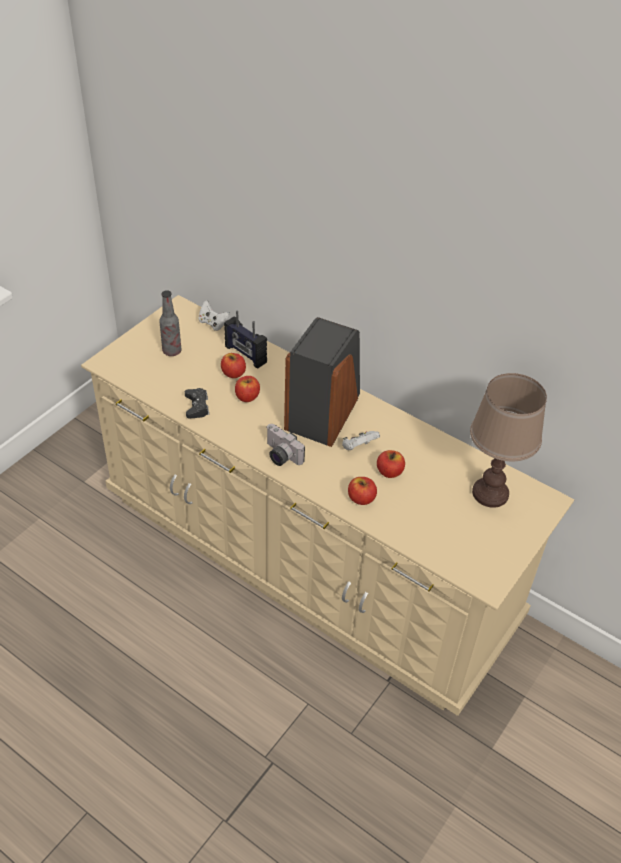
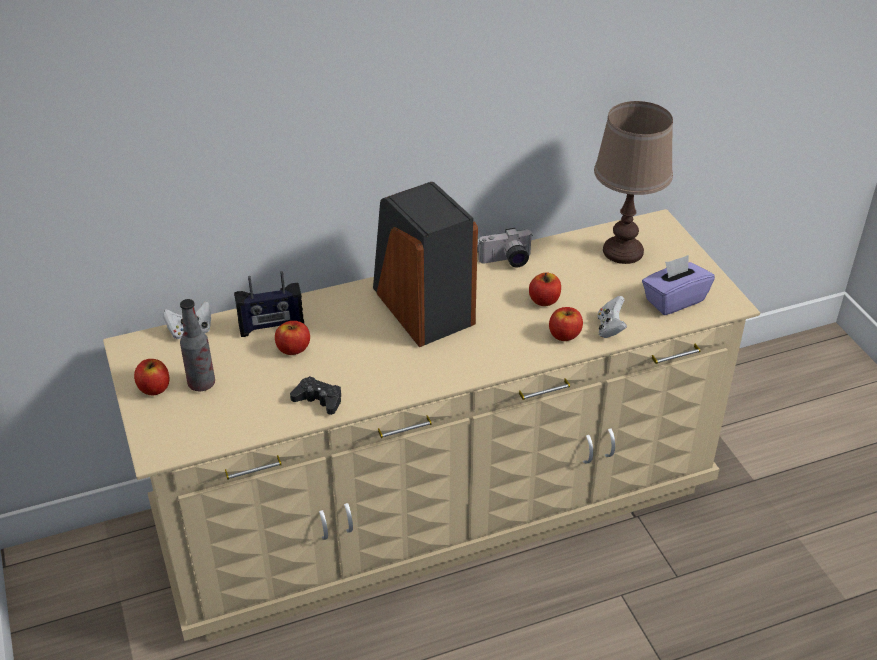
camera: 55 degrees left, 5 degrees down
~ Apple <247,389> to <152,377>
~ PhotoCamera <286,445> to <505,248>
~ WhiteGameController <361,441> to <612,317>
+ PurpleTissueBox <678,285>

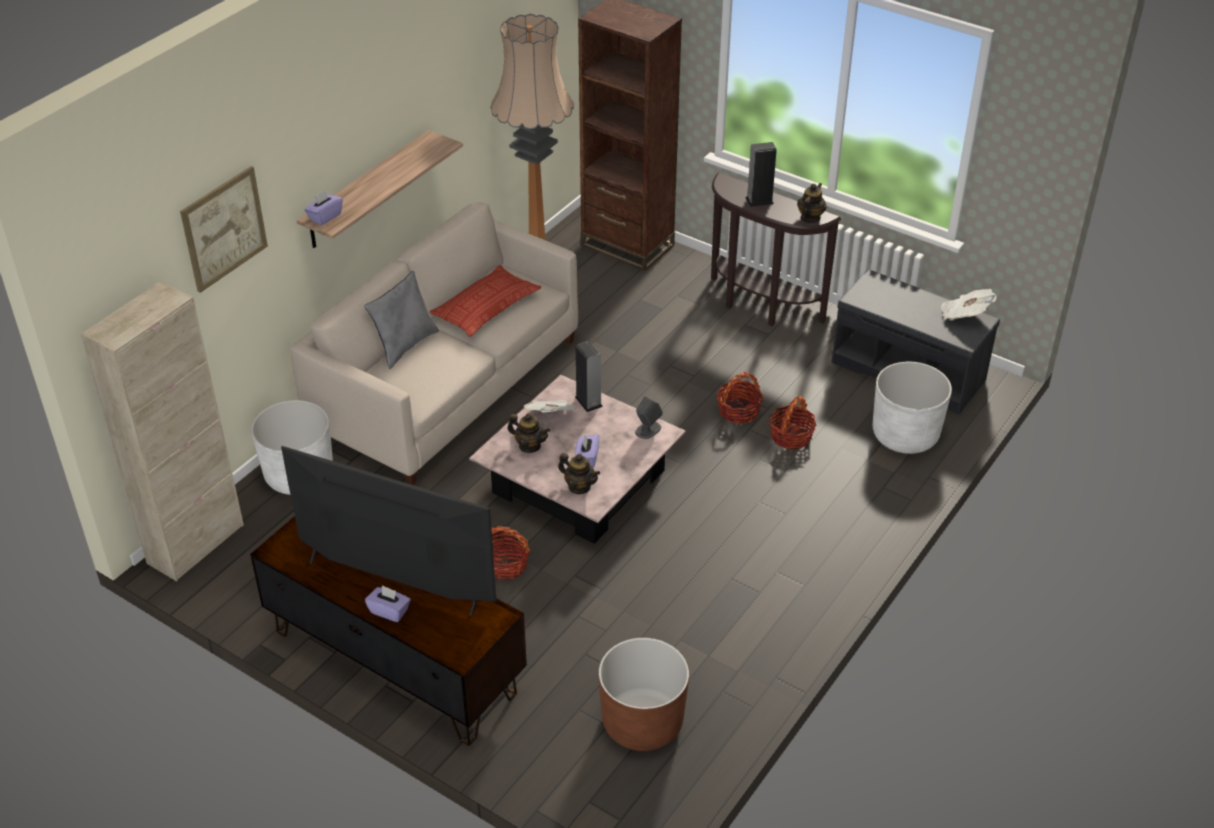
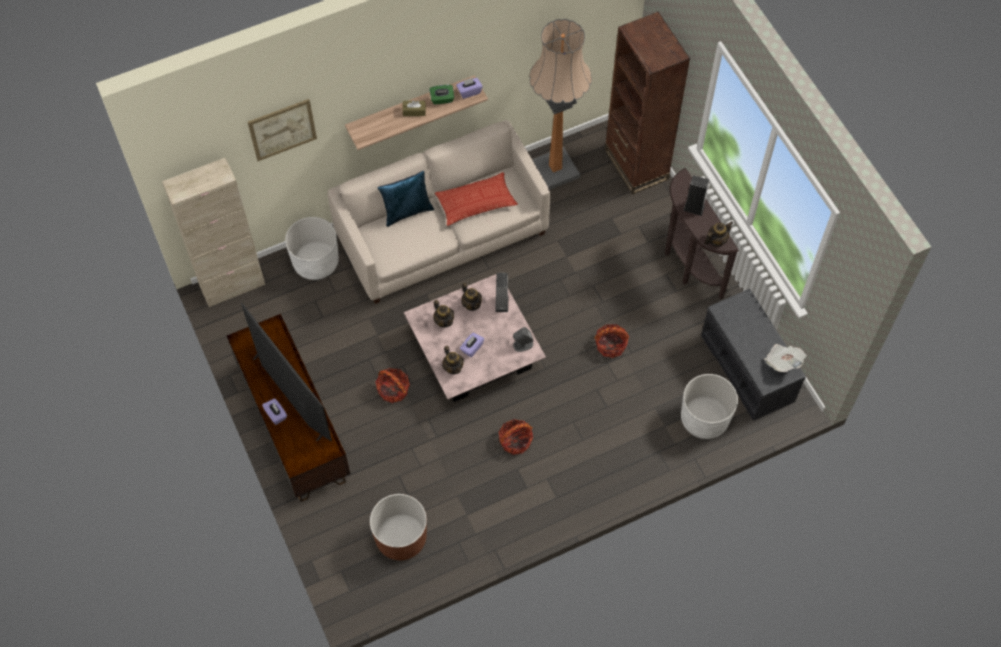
camera: 30 degrees right, 20 degrees up
~ PurpleTissueBox <323,208> to <469,88>
~ GreyPillow <401,320> to BluePillow <406,199>
~ Basket <792,422> to <516,437>
~ Newspaper <550,405> to Teapot <471,297>
+ GreenTissueBox <441,95>
+ BrownTissueBox <414,108>

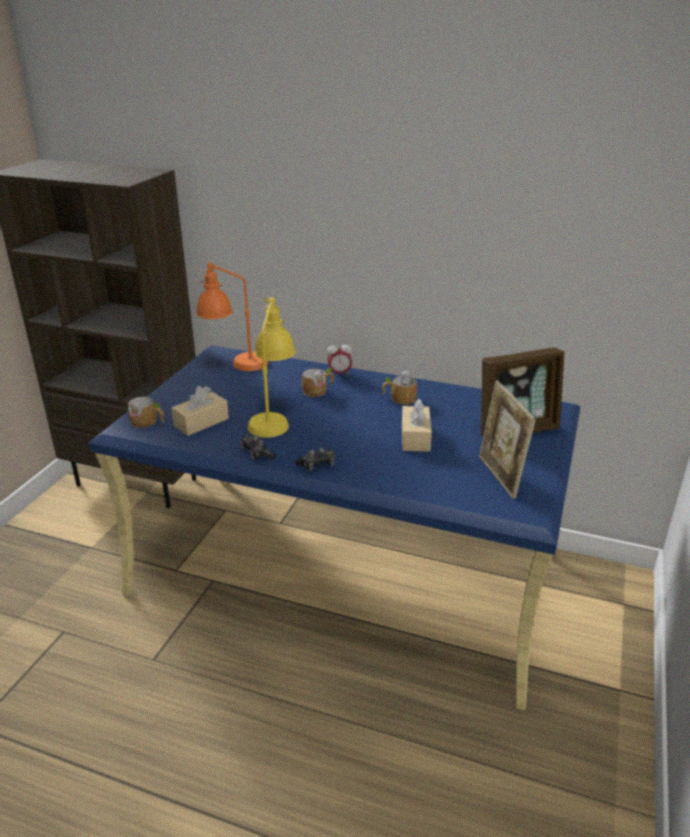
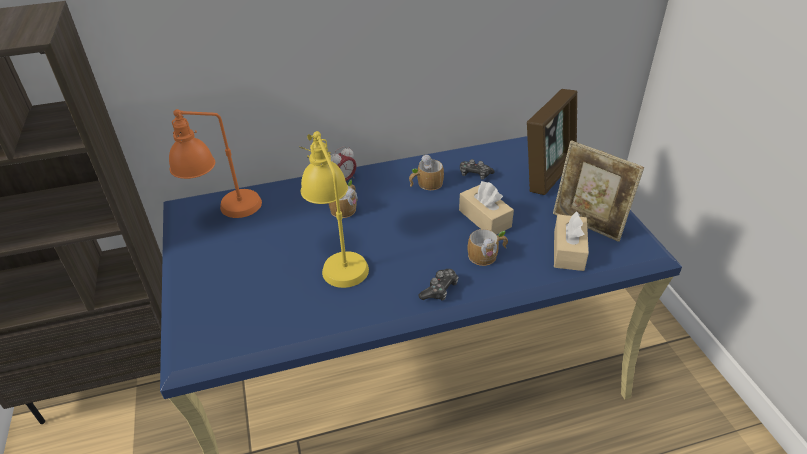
camera: 35 degrees left, 10 degrees up
~ BeigeTissueBox <200,411> to <571,241>
~ Mug <146,412> to <487,247>
~ GameController <258,447> to <477,169>

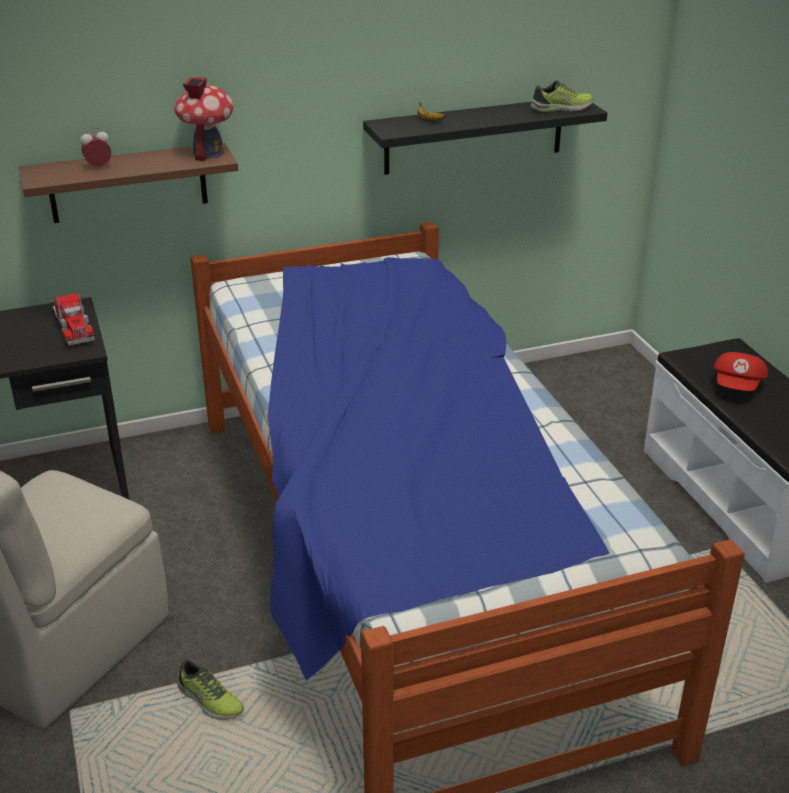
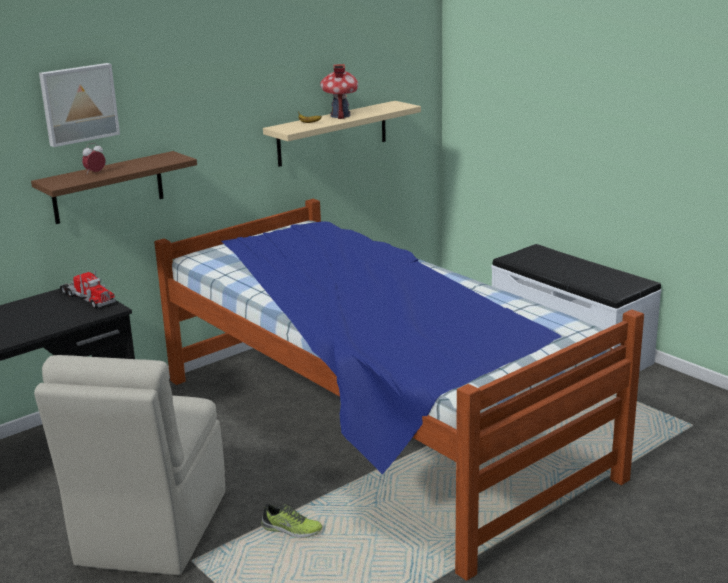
camera: 20 degrees left, 10 degrees down
~ ToyHouse <204,118> to <339,91>
- Shoe <562,96>
~ BlackShelf <485,138> to BeigeShelf <342,134>
- RedCap <741,371>
+ Picture <79,105>

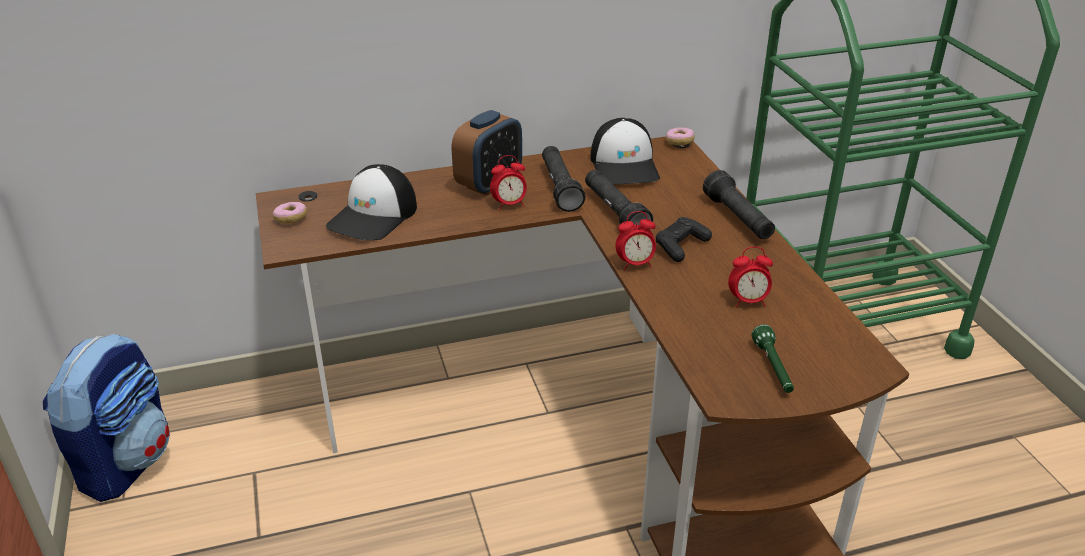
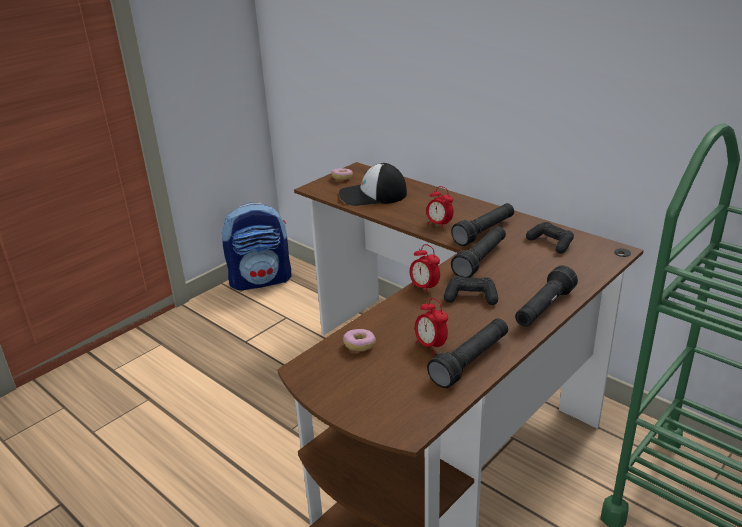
camera: 60 degrees right, 5 degrees down
- AlarmClock <487,153>
~ Cap <625,151> to BlackGameController <550,238>
~ Donut <680,136> to <359,340>
- GreenFlashlight <773,358>
+ BlackFlashlight <467,353>

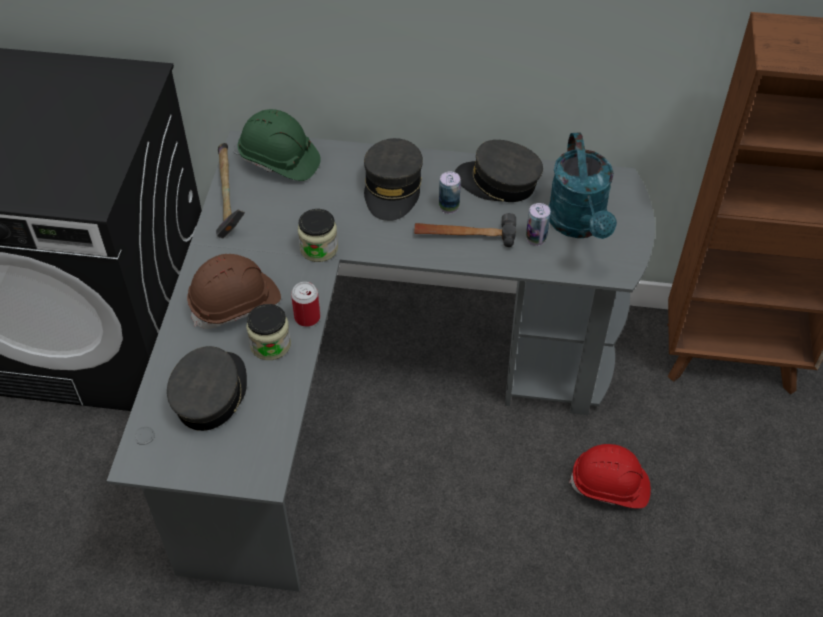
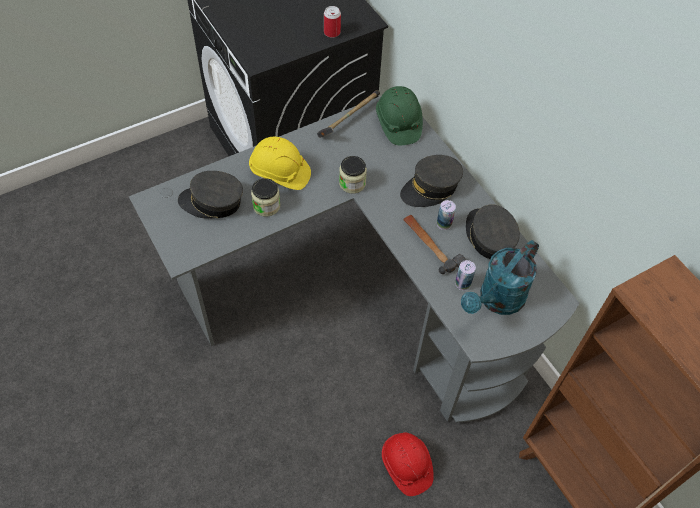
camera: 50 degrees right, 5 degrees up
~ BrownHardHat <234,291> to YellowHardHat <280,163>
~ Can <305,304> to <332,22>
~ GreyCap <207,388> = <210,195> 150 degrees counterclockwise

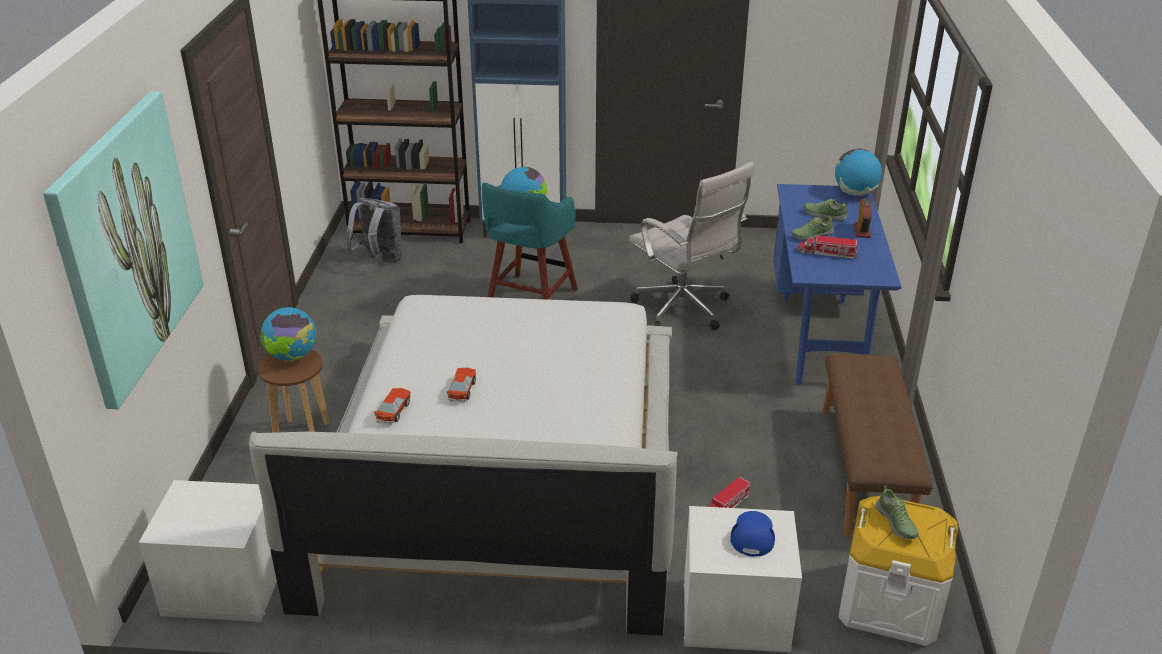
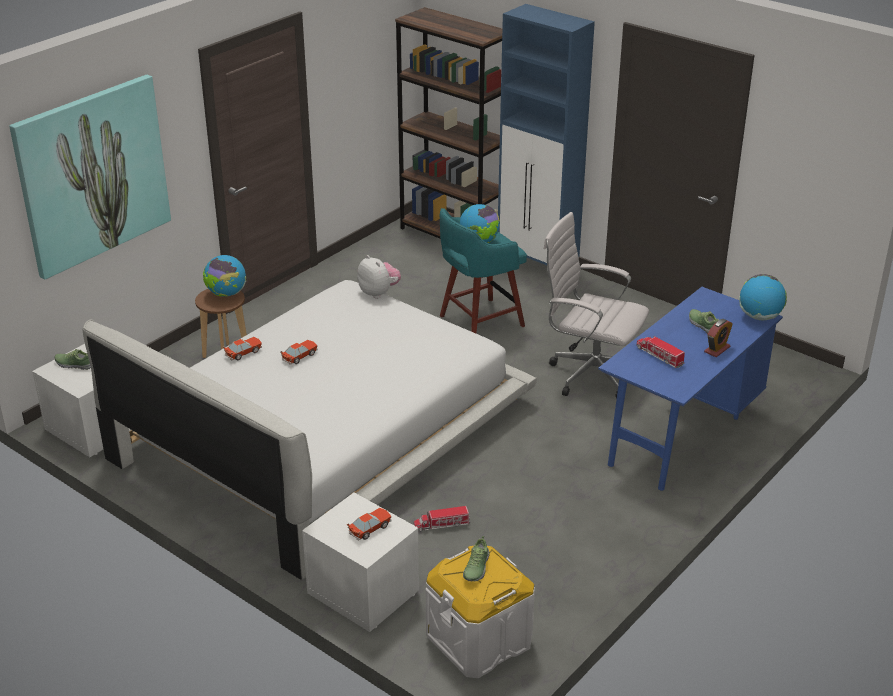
camera: 35 degrees right, 0 degrees up
~ WhiteOfficeChair <691,246> = <596,305> 120 degrees clockwise
- GreyBackpack <374,230>
~ Shoe <812,228> to <72,359>
- BrownBench <878,445>
~ BlueCap <752,534> to ToyCar <369,524>
+ PlushToy <379,277>

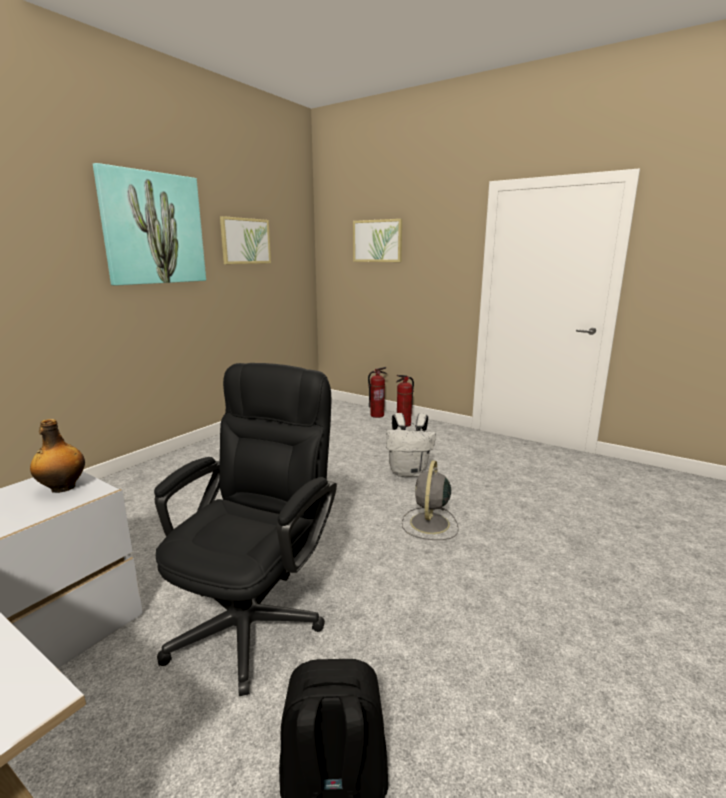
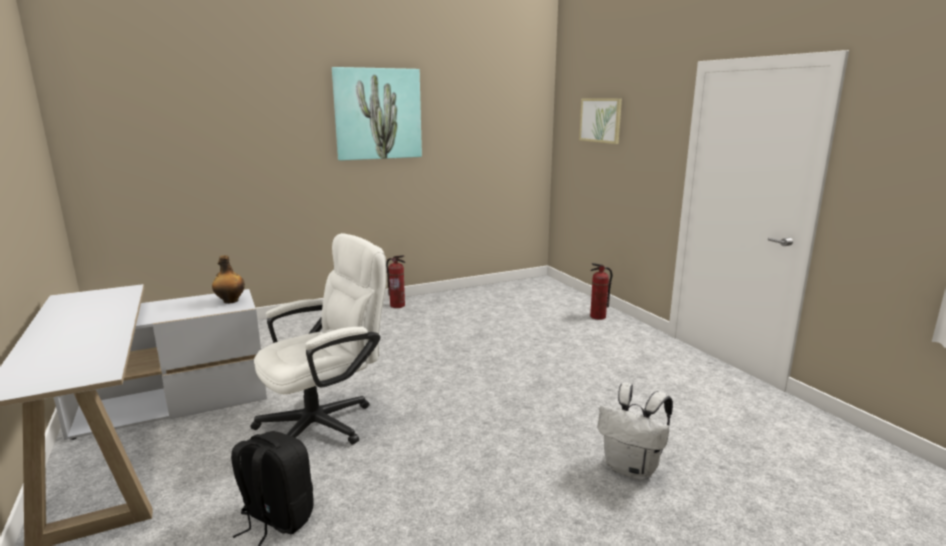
camera: 30 degrees right, 0 degrees up
- Picture <245,240>
~ BlackOfficeChair <245,529> to WhiteOfficeChair <318,339>
~ FireExtinguisher <377,392> to <395,281>
~ WhiteBackpack <411,445> to <635,431>
- GreyFan <430,500>

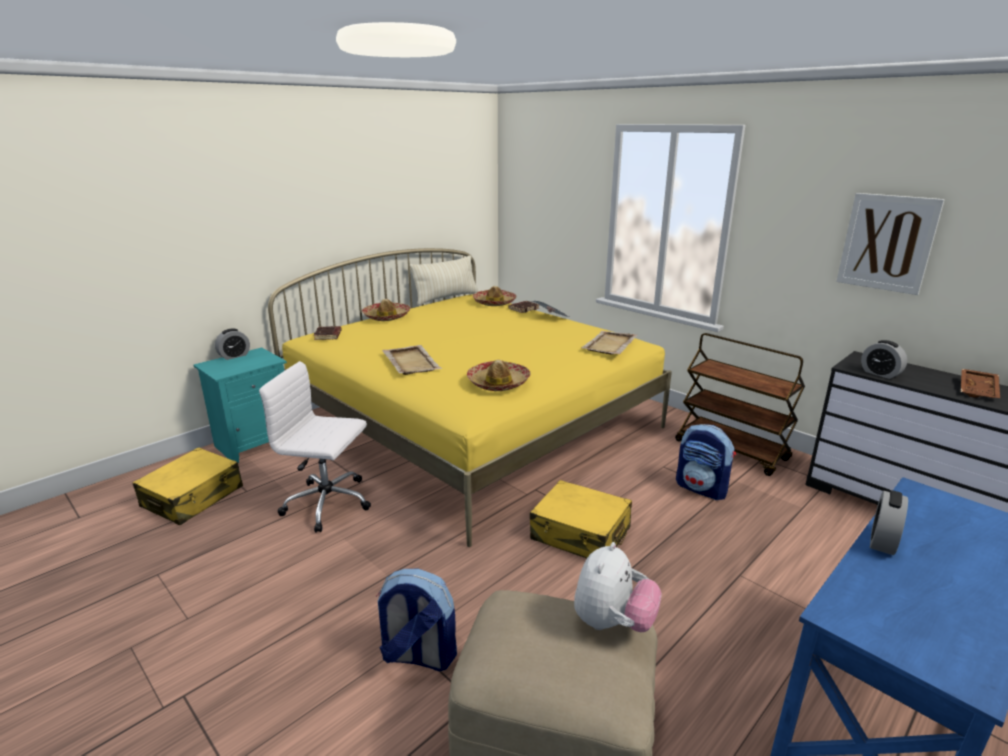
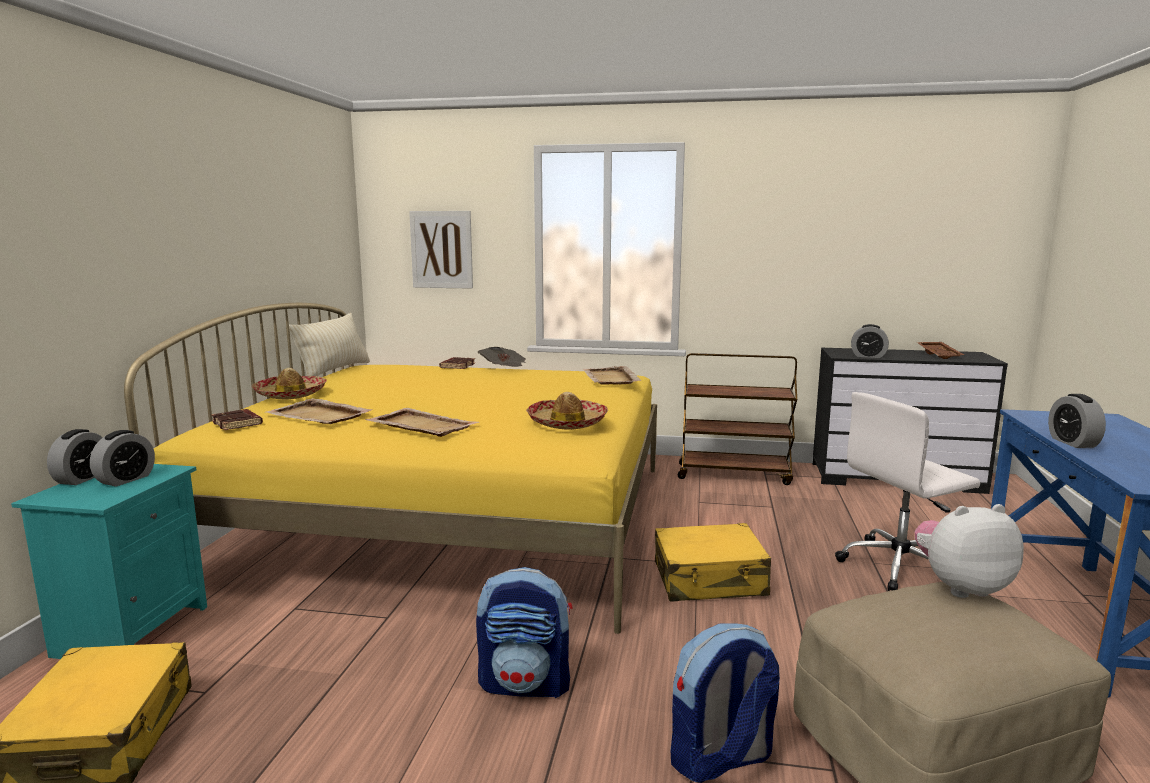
camera: 35 degrees left, 10 degrees down
~ Picture <890,244> to <441,250>
- Hat <495,296>
~ WhiteOfficeChair <315,447> to <907,491>
~ Backpack <706,462> to <524,632>
~ PlushToy <618,587> = <969,551> 90 degrees counterclockwise
+ BeigeTray <319,411>
+ AlarmClock <122,458>

